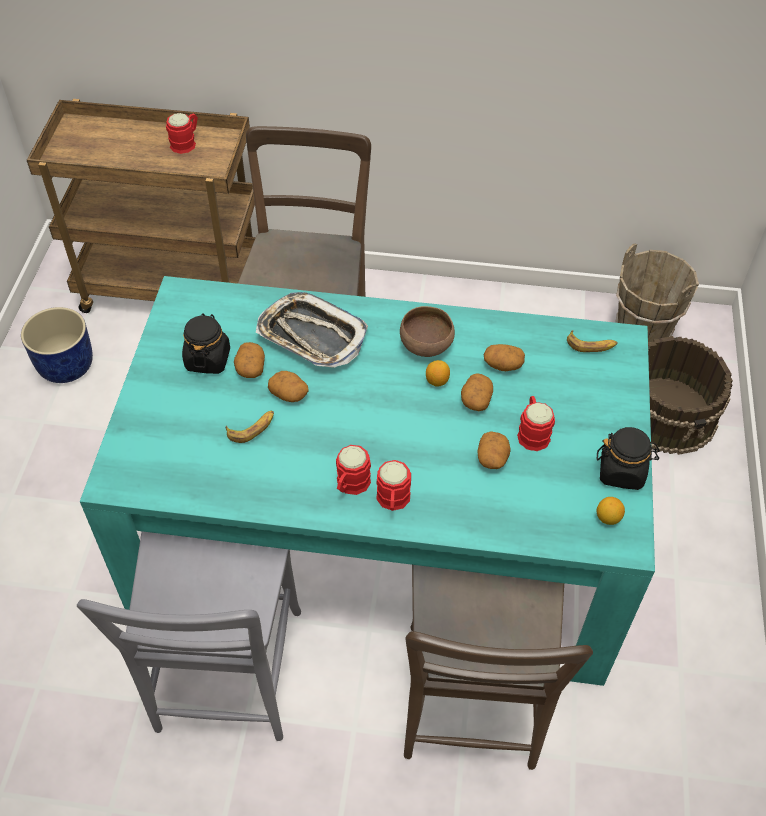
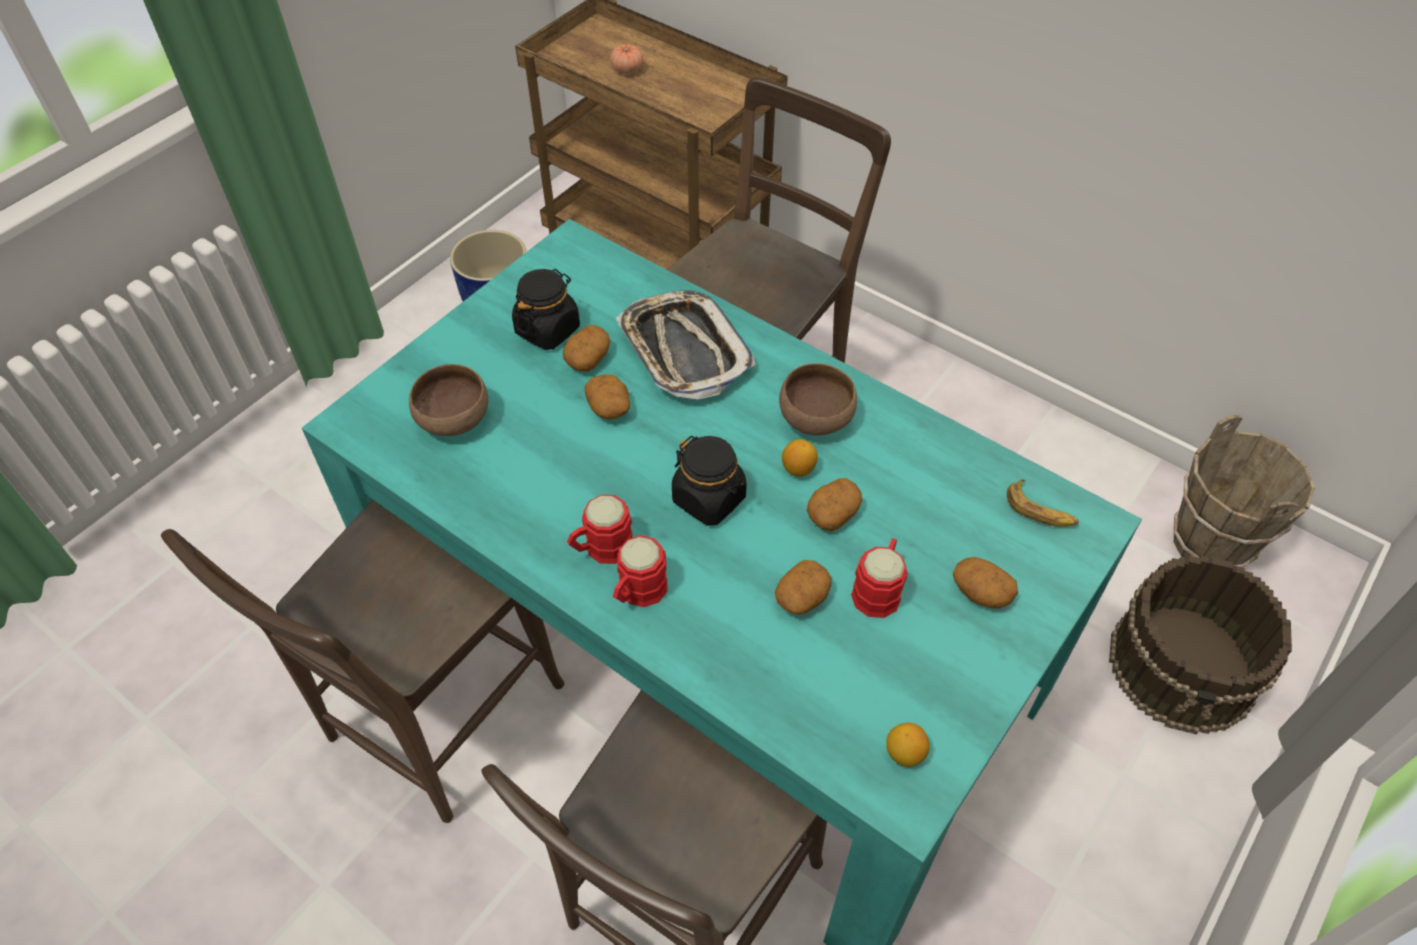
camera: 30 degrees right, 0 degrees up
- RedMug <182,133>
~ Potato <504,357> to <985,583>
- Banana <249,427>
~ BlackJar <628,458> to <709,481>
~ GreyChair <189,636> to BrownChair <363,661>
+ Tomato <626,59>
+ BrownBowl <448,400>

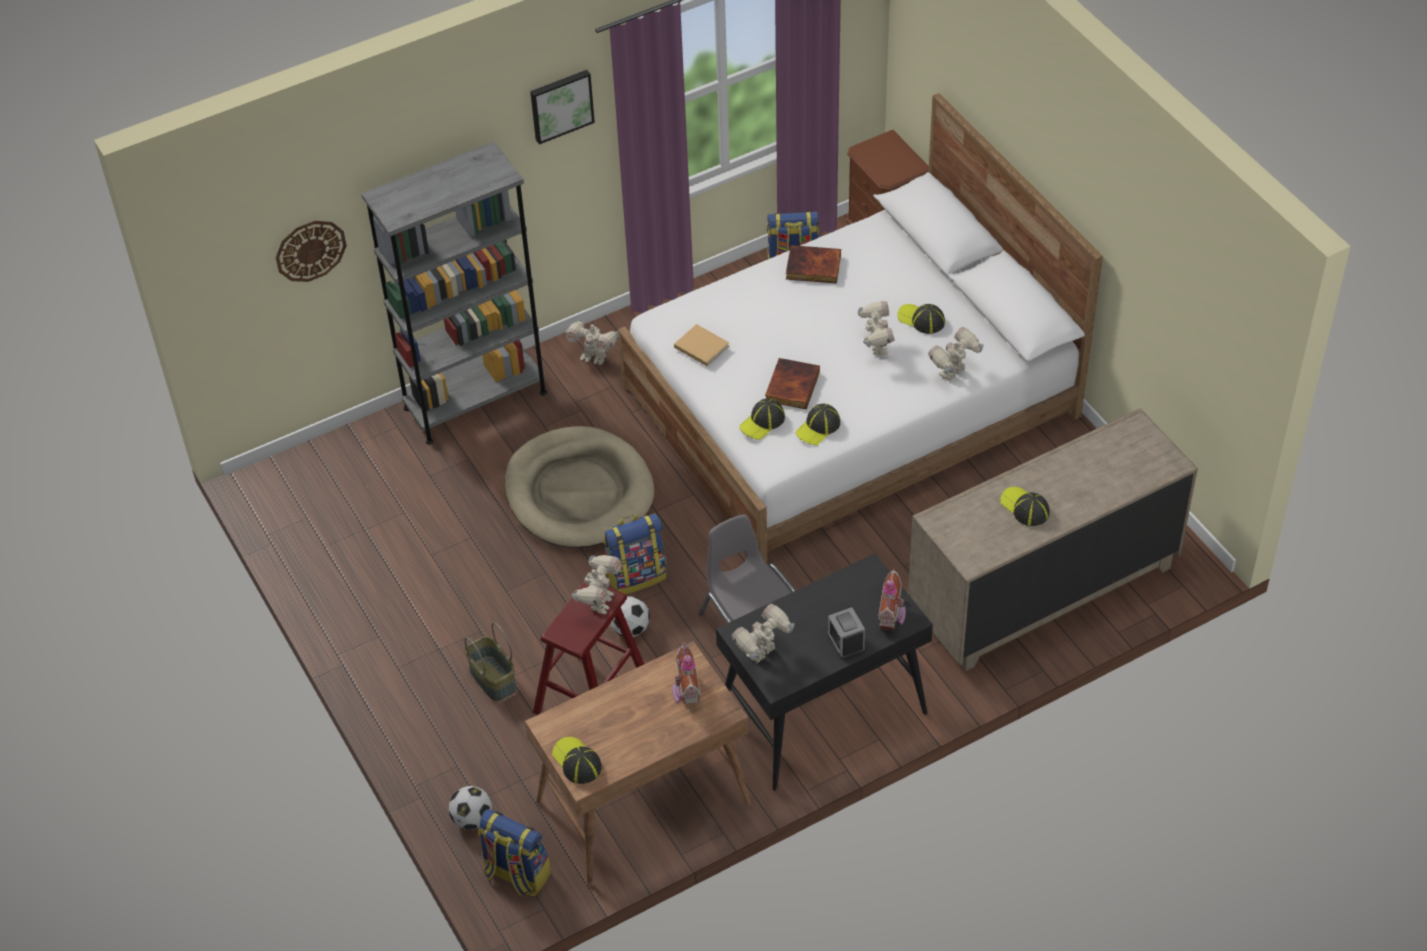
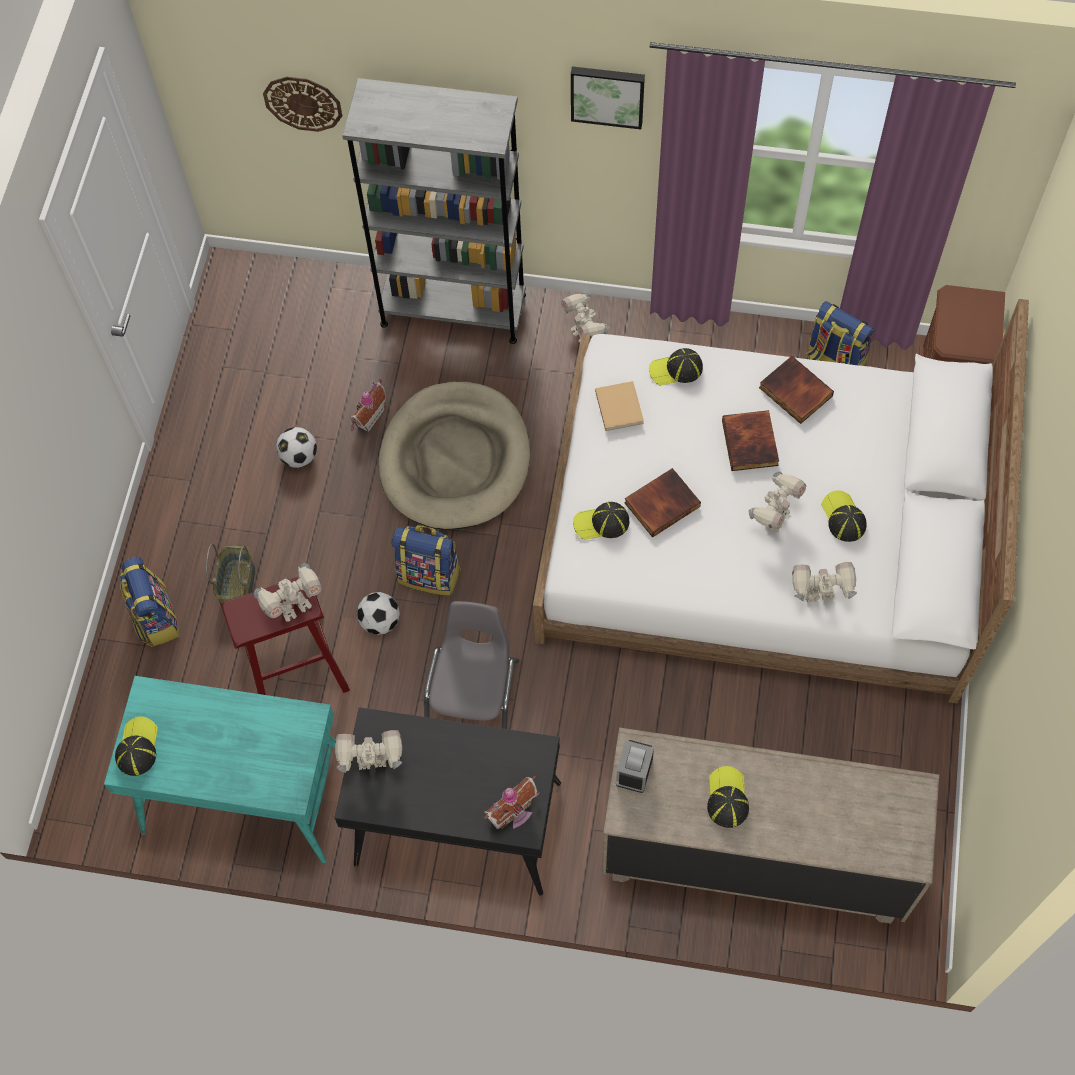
camera: 40 degrees right, 15 degrees up
~ Cap <818,424> to <676,367>
~ AlarmClock <846,633> to <635,766>
~ ToyHouse <686,673> to <368,405>
~ BrownDesk <638,763> to TurquoiseDesk <219,769>
~ Football <470,808> to <296,447>
~ Backpack <514,852> to <150,602>
+ Book <750,440>

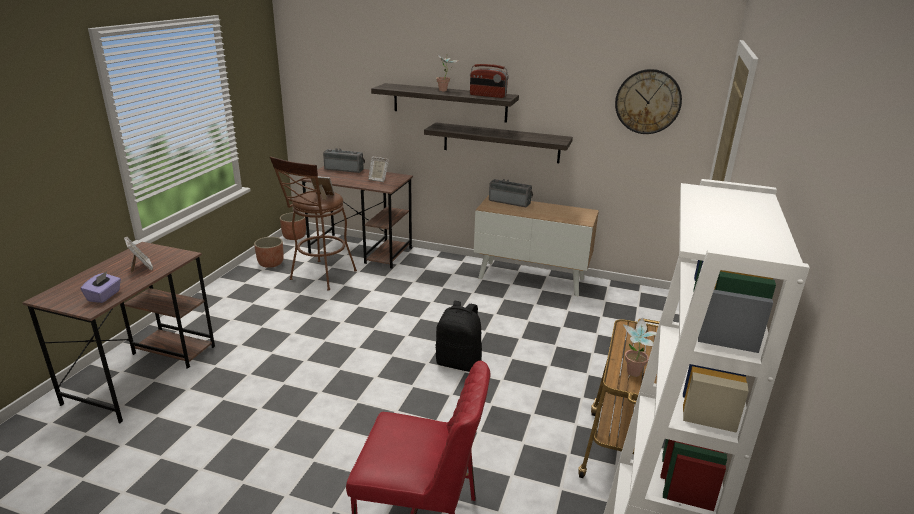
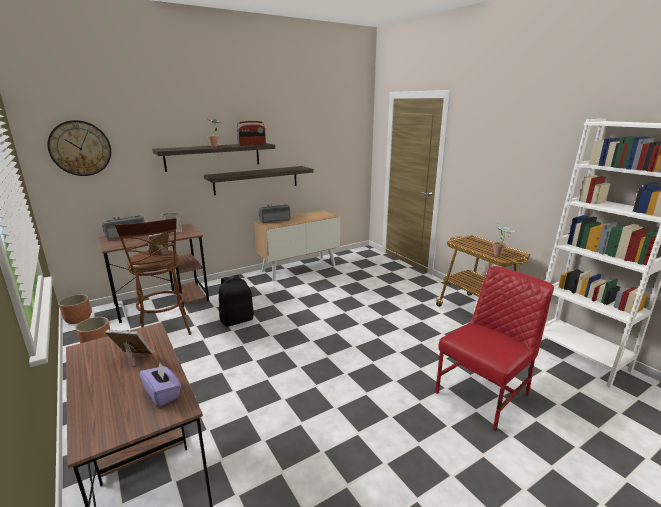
camera: 50 degrees left, 5 degrees down
~ WallClock <648,101> to <79,148>
~ BlackBackpack <458,336> to <236,301>

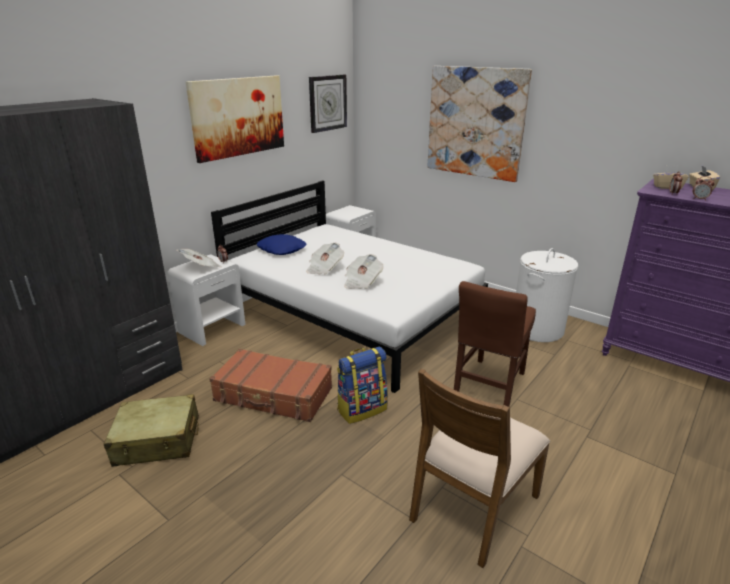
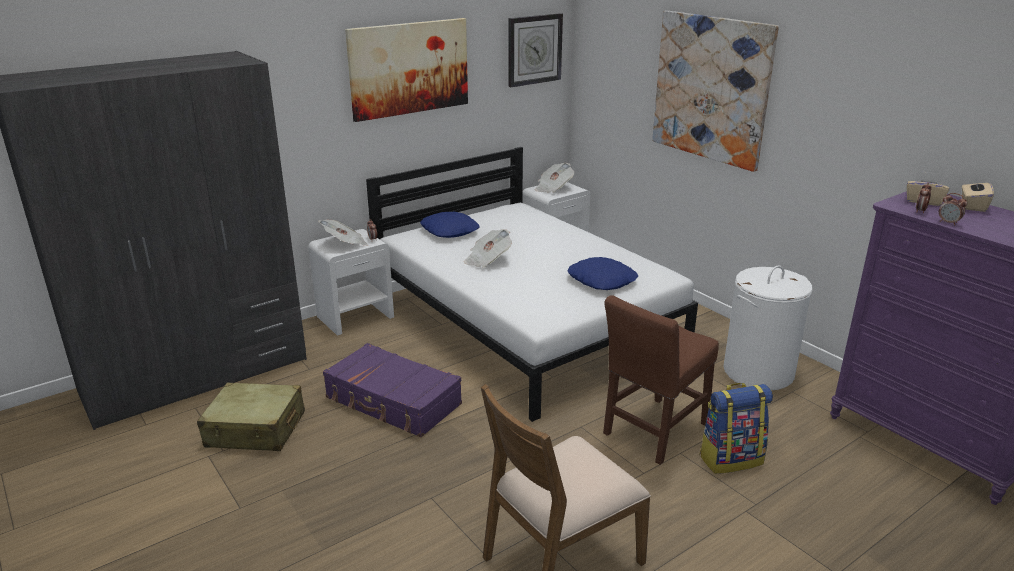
camera: 15 degrees right, 0 degrees up
~ Newspaper <363,271> to <554,178>
~ Backpack <362,385> to <736,428>
~ BrownSuitcase <270,385> to PurpleSuitcase <392,390>
+ BluePillow <602,273>

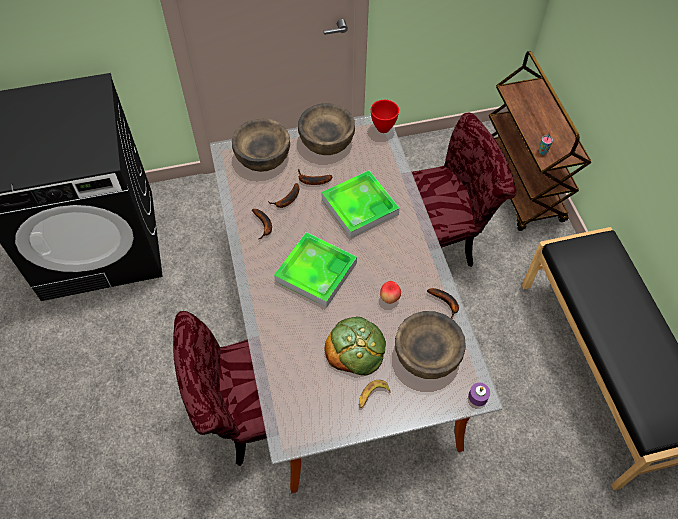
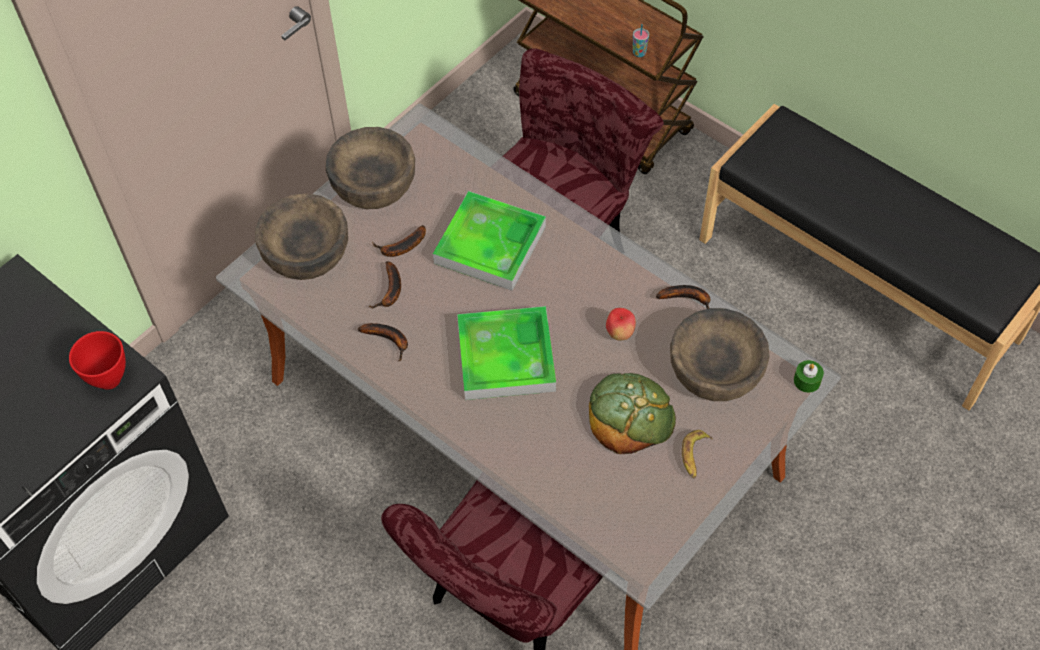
camera: 35 degrees left, 0 degrees up
~ RedBowl <385,116> to <97,360>
~ PurpleCandle <479,394> to GreenCandle <809,376>

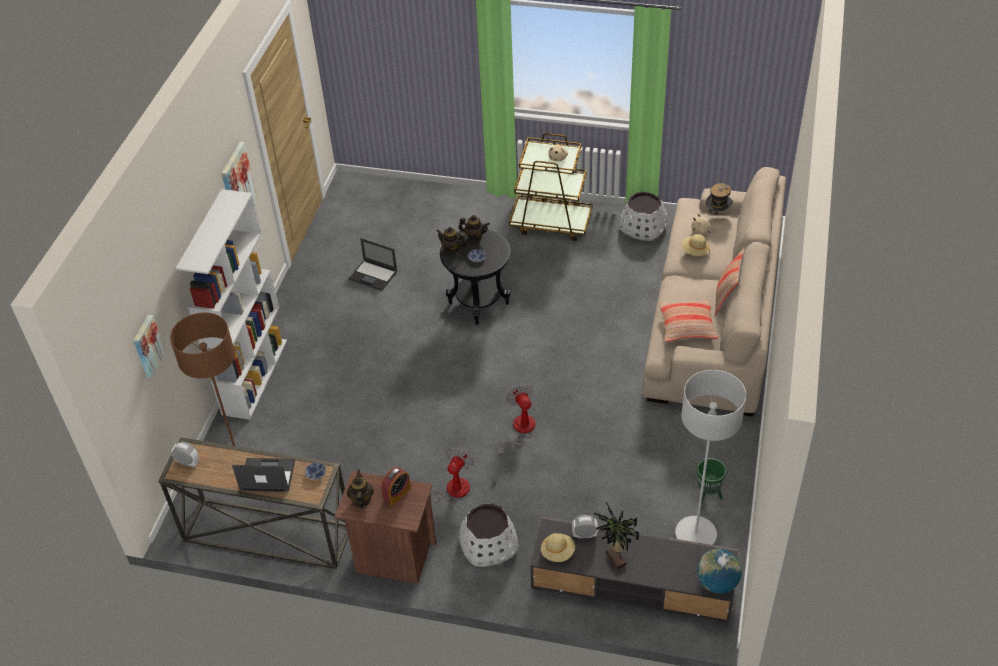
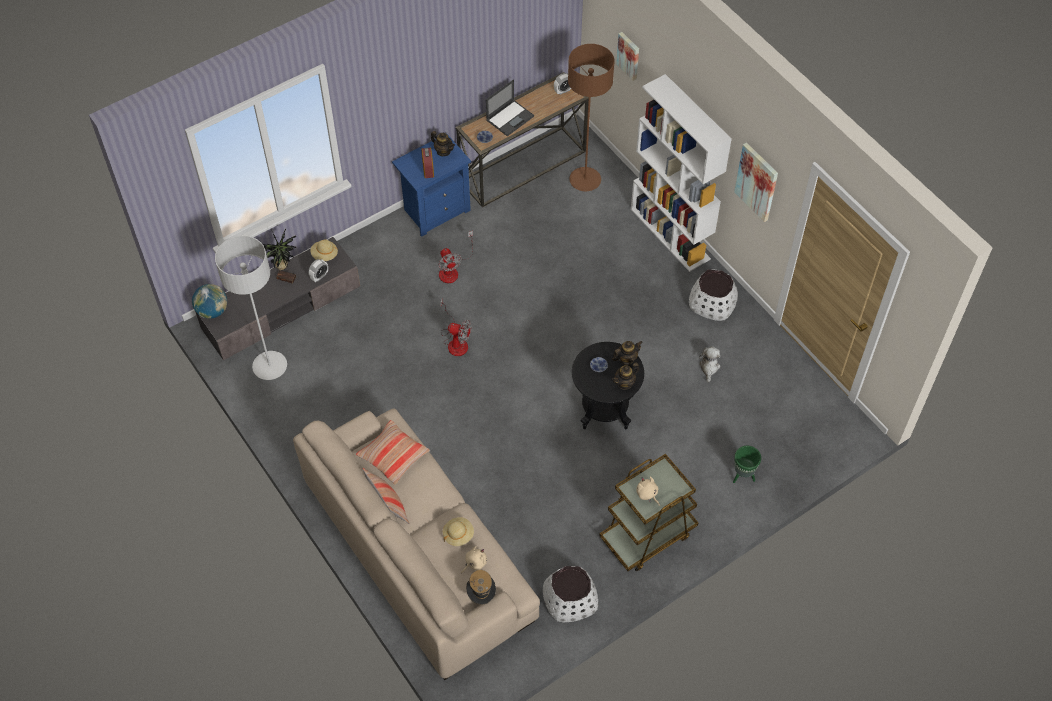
camera: 130 degrees right, 10 degrees up
~ Laptop <373,264> to PlushToy <710,364>
~ GreenPlanter <712,481> to <747,464>
~ BrownNightstand <385,527> to BlueNightstand <431,185>
~ WhitePlanter <488,535> to <713,295>

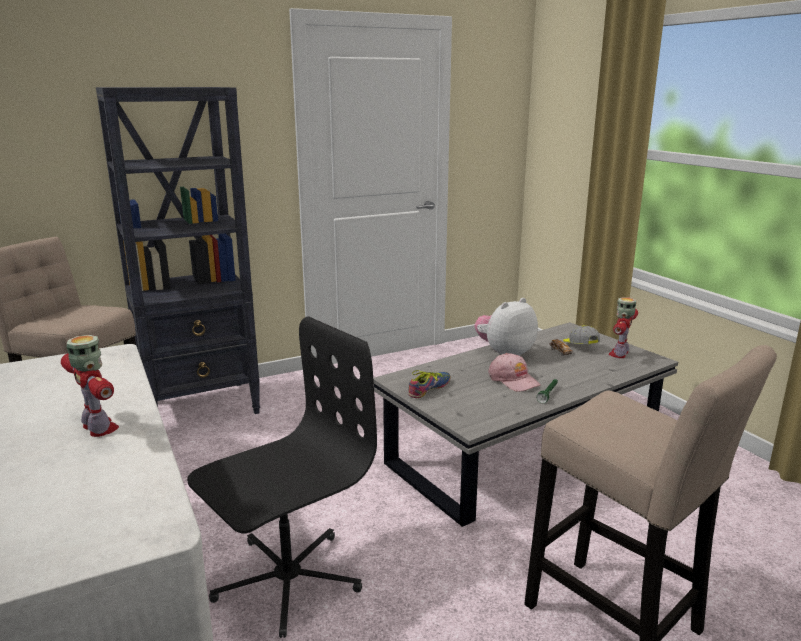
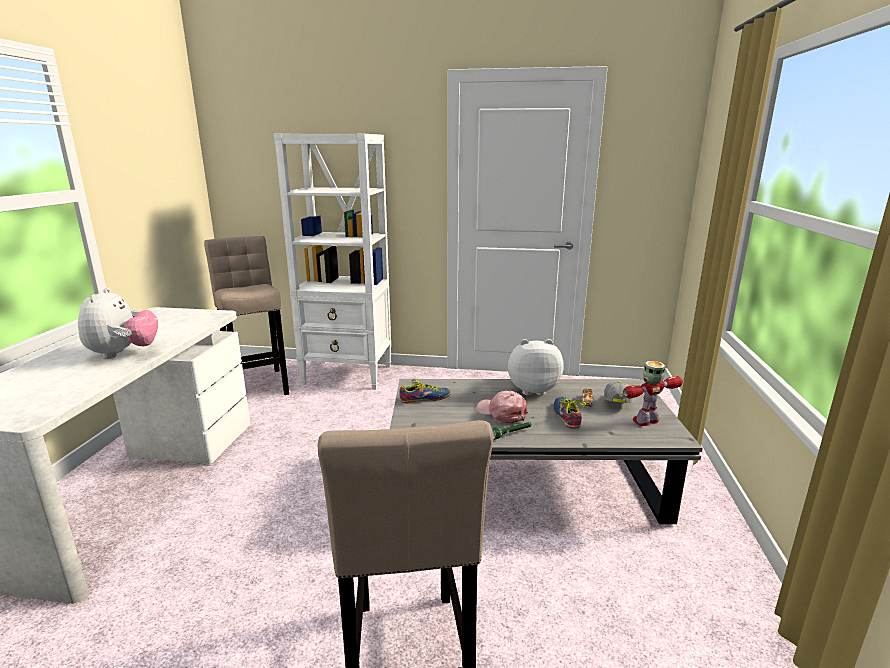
camera: 35 degrees right, 0 degrees up
~ BlackBookcase <178,250> to WhiteBookcase <332,262>
- BlackOfficeChair <282,477>
~ ToyRobot <90,386> to PlushToy <118,323>
~ PinkCap <514,372> = <502,407> 135 degrees clockwise
+ Shoe <569,413>

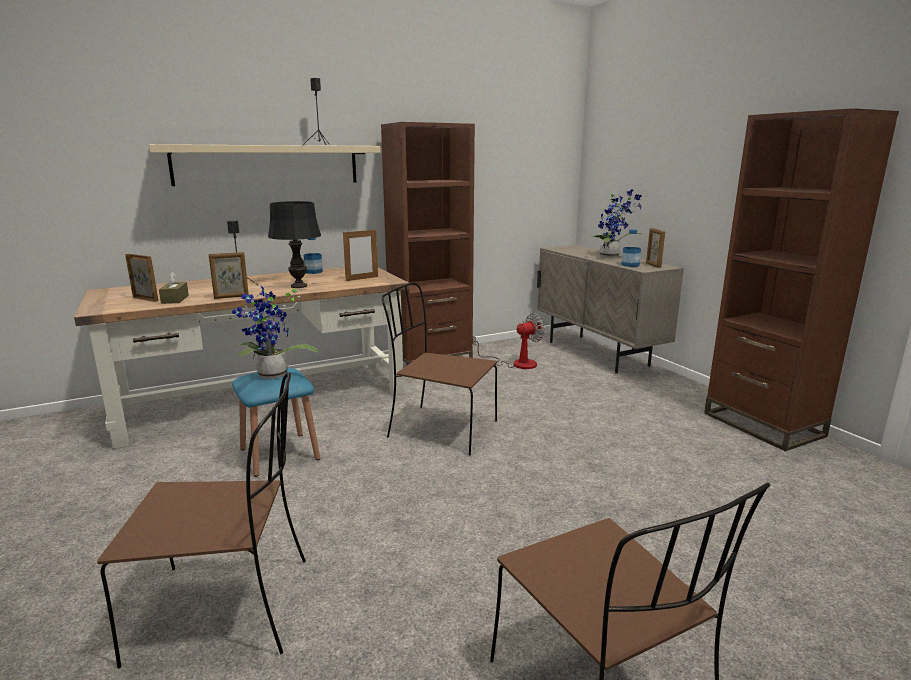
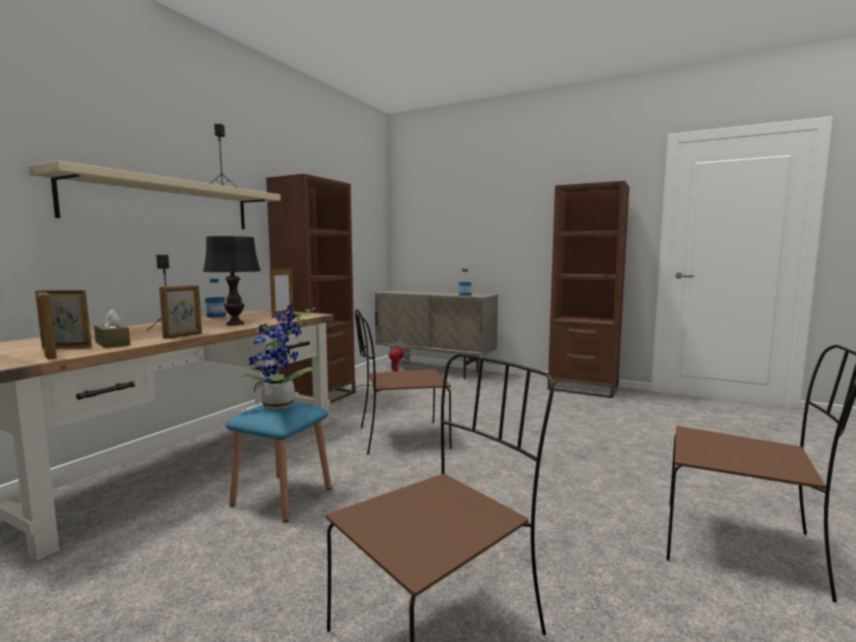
camera: 35 degrees left, 10 degrees down
- PottedPlant <618,223>
~ PictureFrame <655,248> to <47,325>

